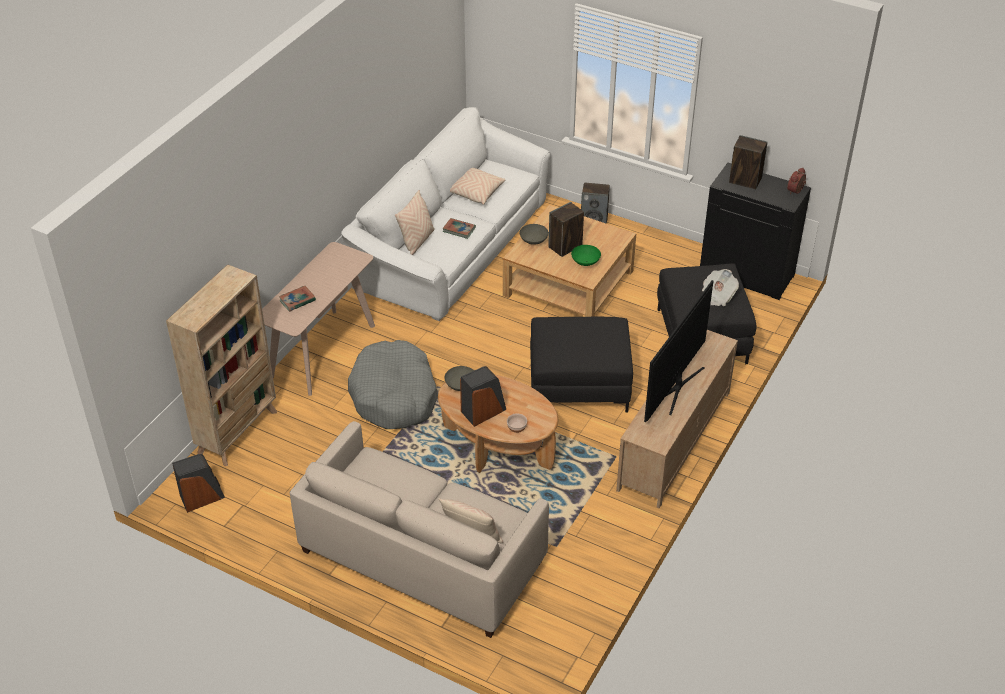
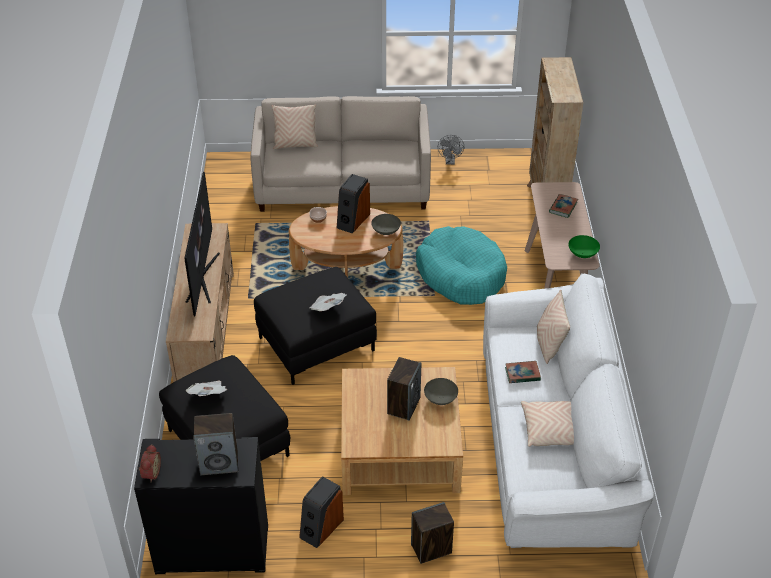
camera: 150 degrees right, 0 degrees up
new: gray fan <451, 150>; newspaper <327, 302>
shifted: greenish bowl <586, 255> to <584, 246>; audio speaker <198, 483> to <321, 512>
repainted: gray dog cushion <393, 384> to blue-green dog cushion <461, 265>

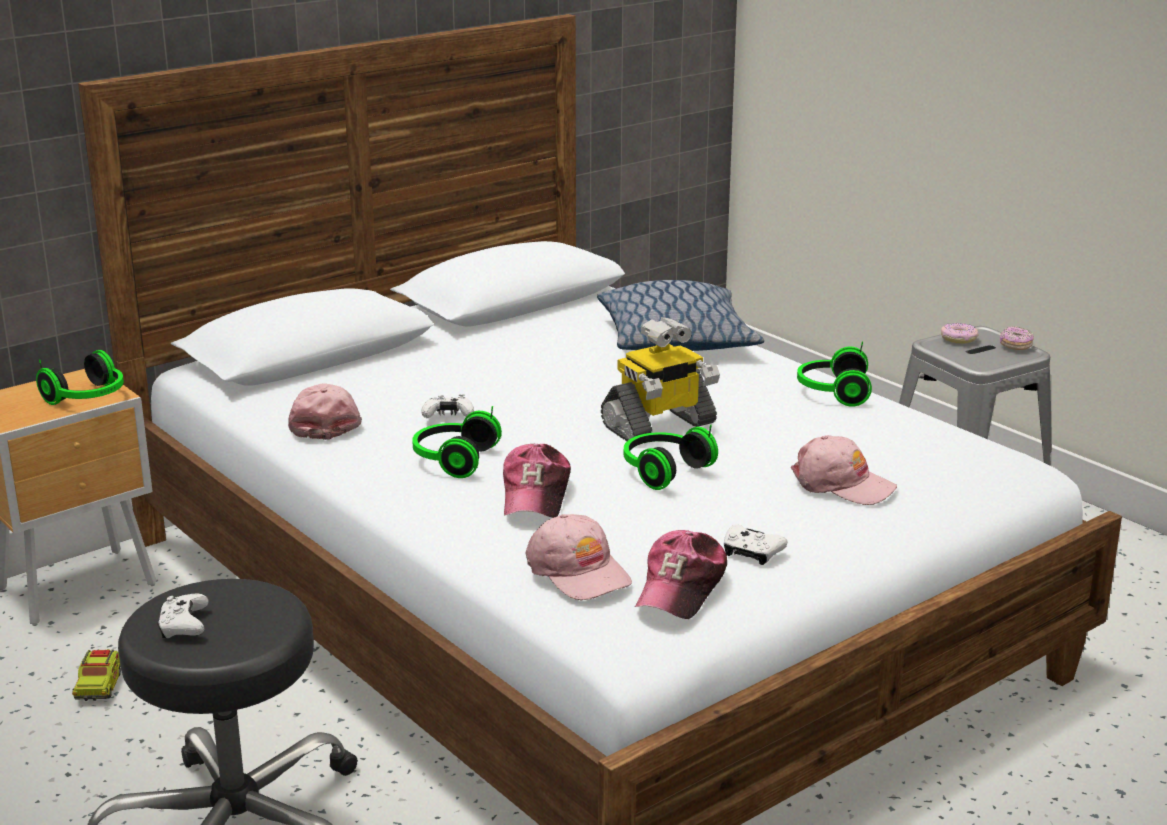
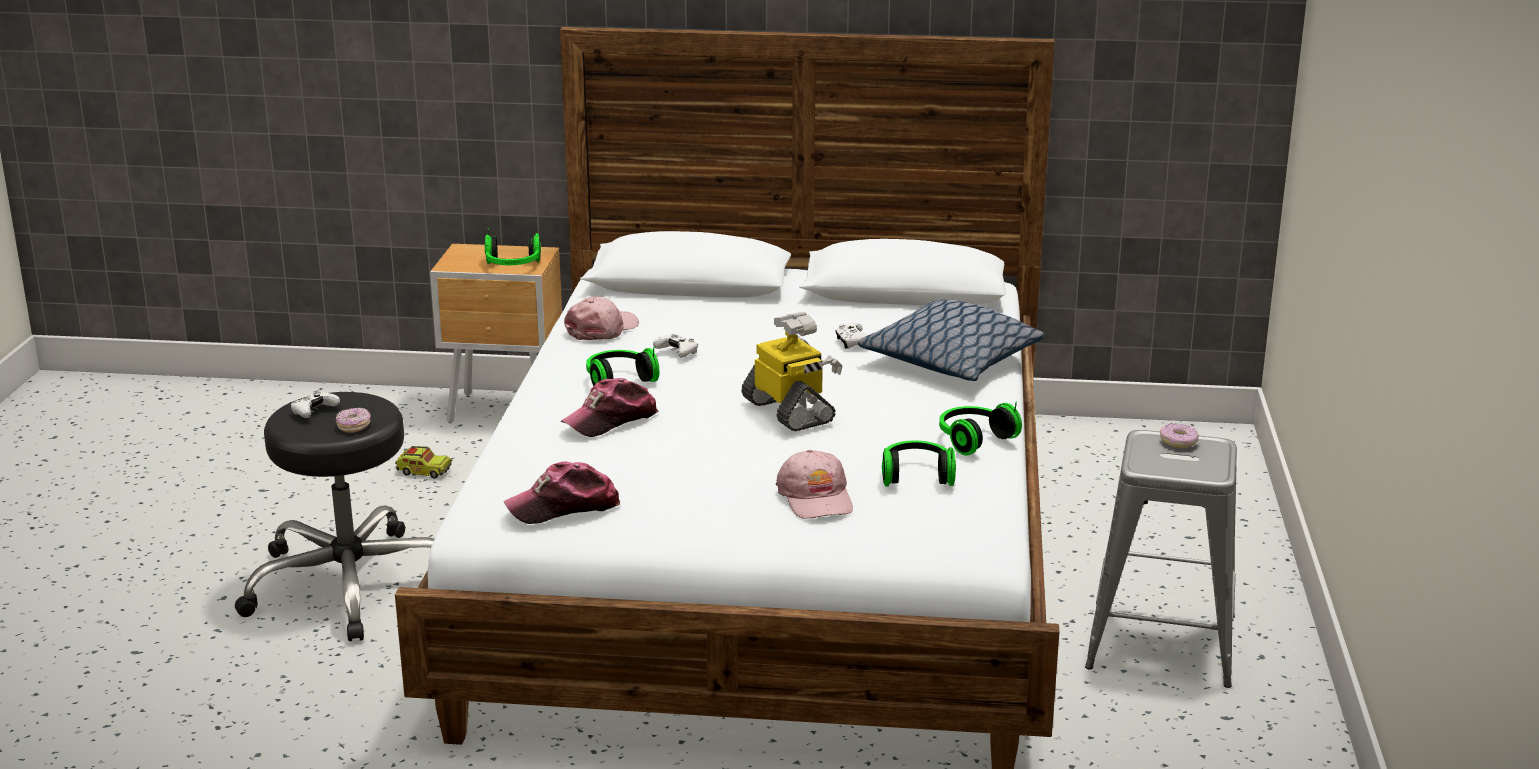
camera: 45 degrees right, 0 degrees up
gone: pink peaked cap <578, 557>
shifted: doughnut <1017, 338> to <353, 420>; headset <671, 457> to <919, 463>; whitish joypad <755, 545> to <851, 336>
rotated: toy robot <660, 379> = <791, 371> 135 degrees counterclockwise; toy lorry <96, 675> = <424, 462> 120 degrees counterclockwise

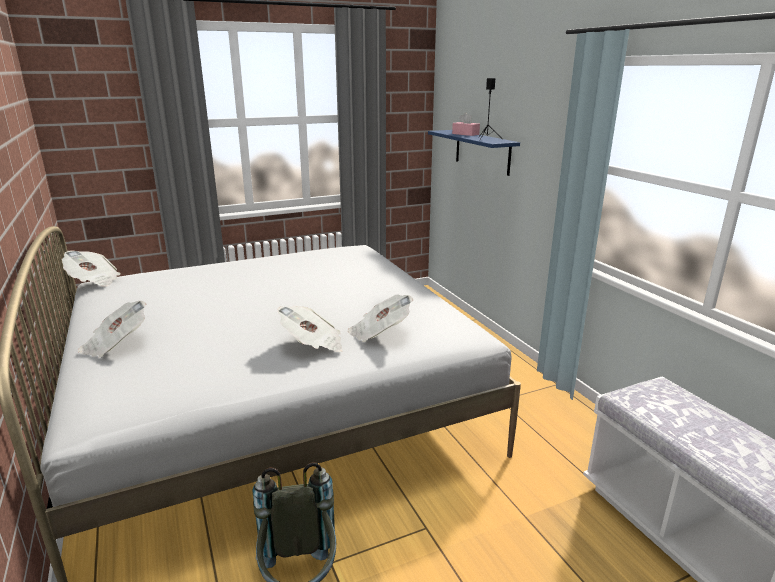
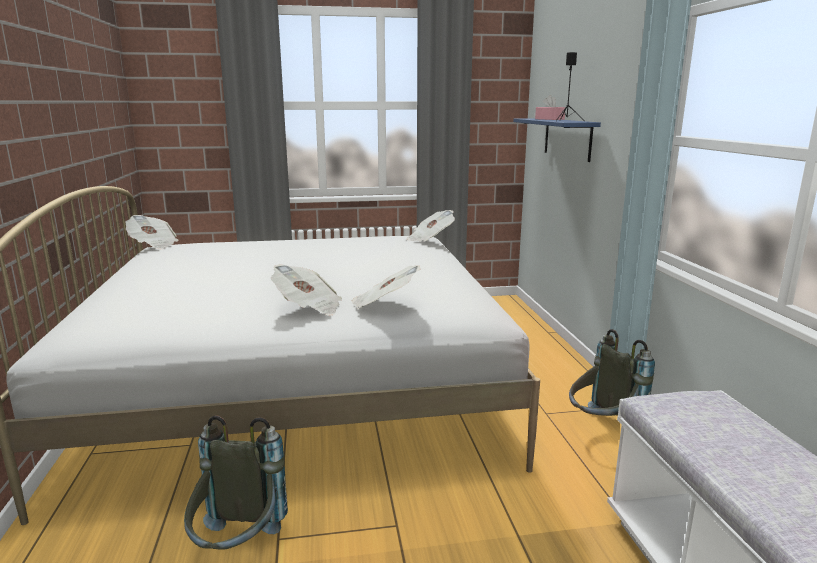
camera: 15 degrees right, 5 degrees down
new: gray backpack <612, 372>
shifted: newspaper <112, 329> to <431, 225>

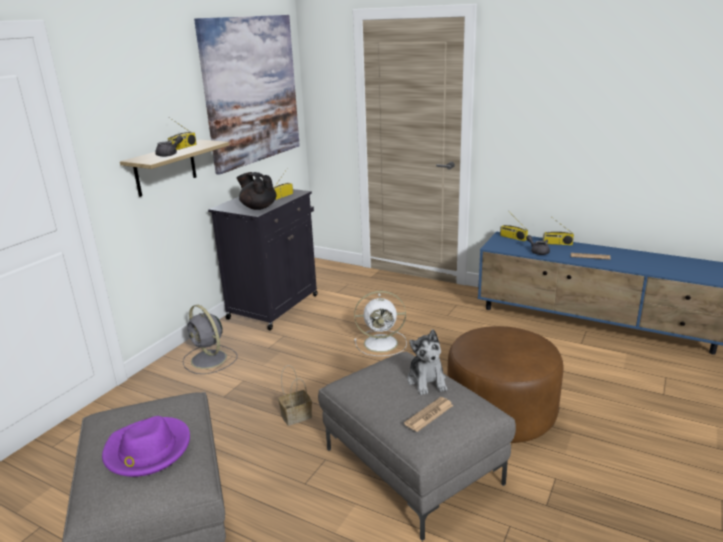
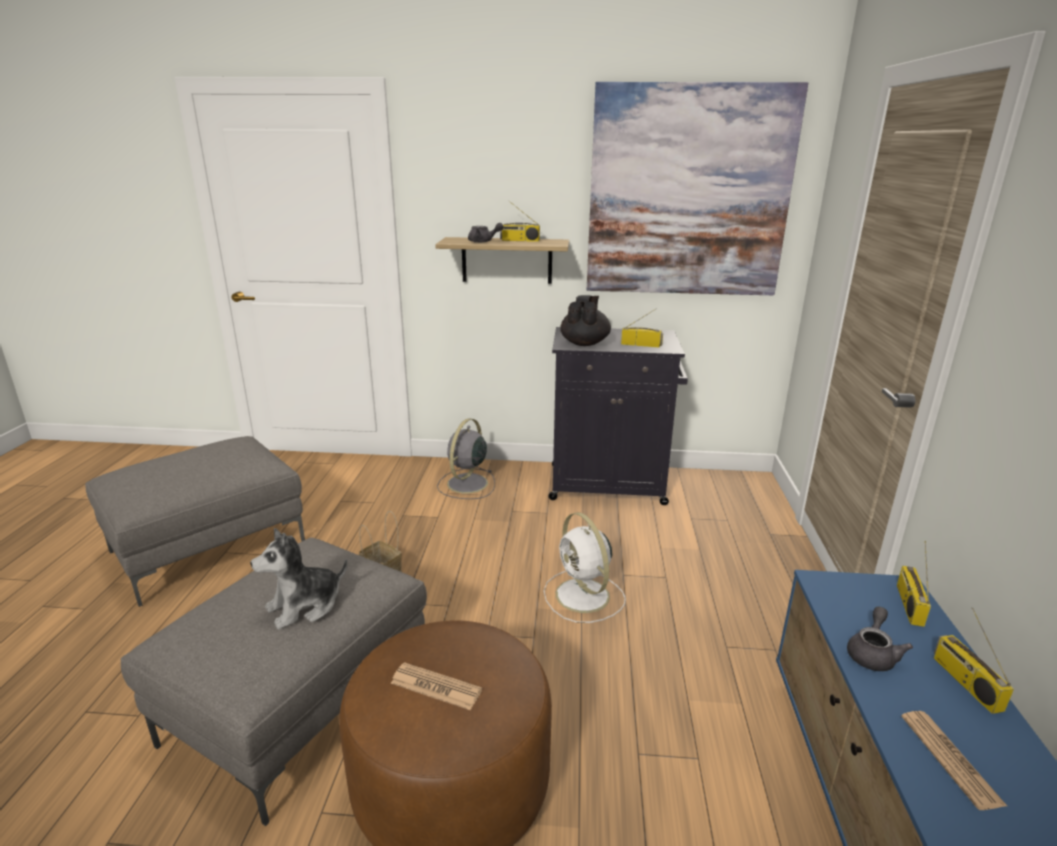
camera: 65 degrees right, 0 degrees up
gone: purplish clothing hat <146, 446>
shifted: newspaper <428, 414> to <436, 686>

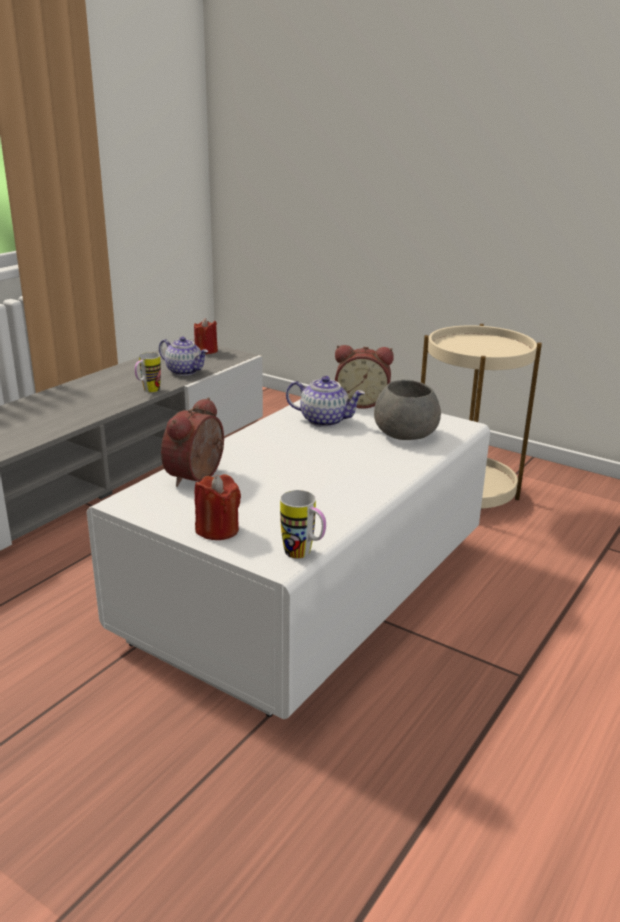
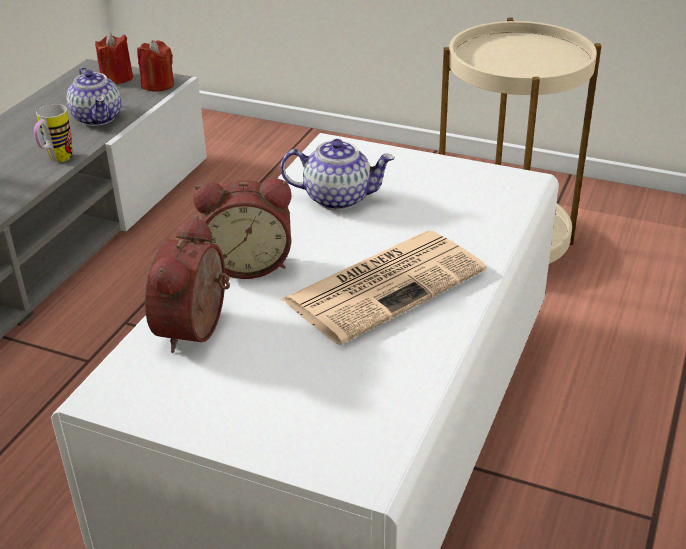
camera: 10 degrees left, 10 degrees up
gone: gray bowl <407, 410>; coffee mug <303, 524>
new: newspaper <383, 288>
shifted: table clock <364, 377> to <242, 229>; red-coloured candle <218, 507> to <155, 66>
rotated: tea pot <183, 356> = <94, 96> 45 degrees clockwise

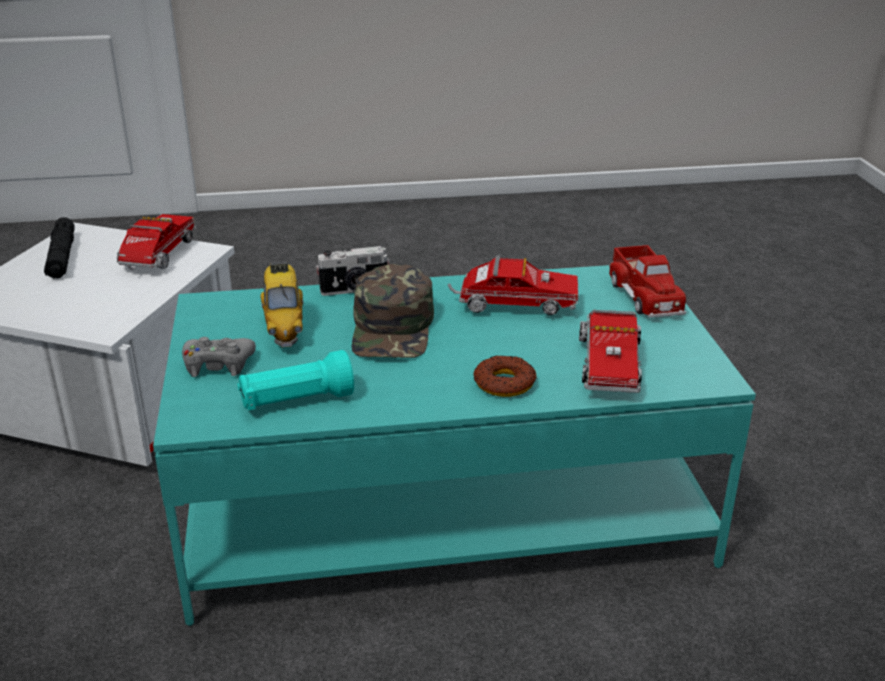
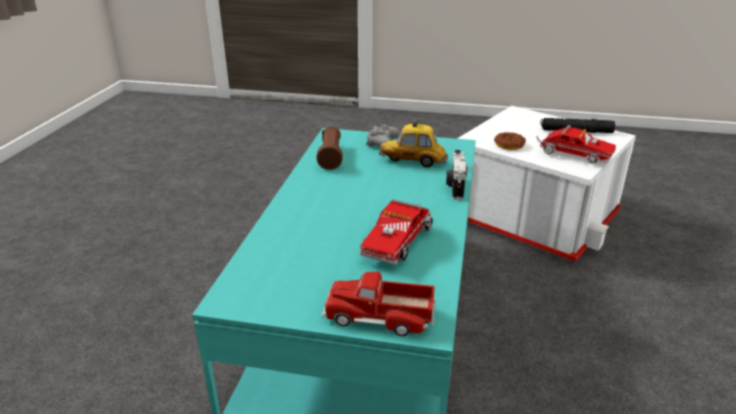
camera: 110 degrees right, 0 degrees up
gone: greenish peaked cap <393, 311>; toy lorry <610, 351>
shifted: doughnut <505, 376> to <510, 141>
repainted: blue-green flashlight <295, 380> to brownish flashlight <329, 148>

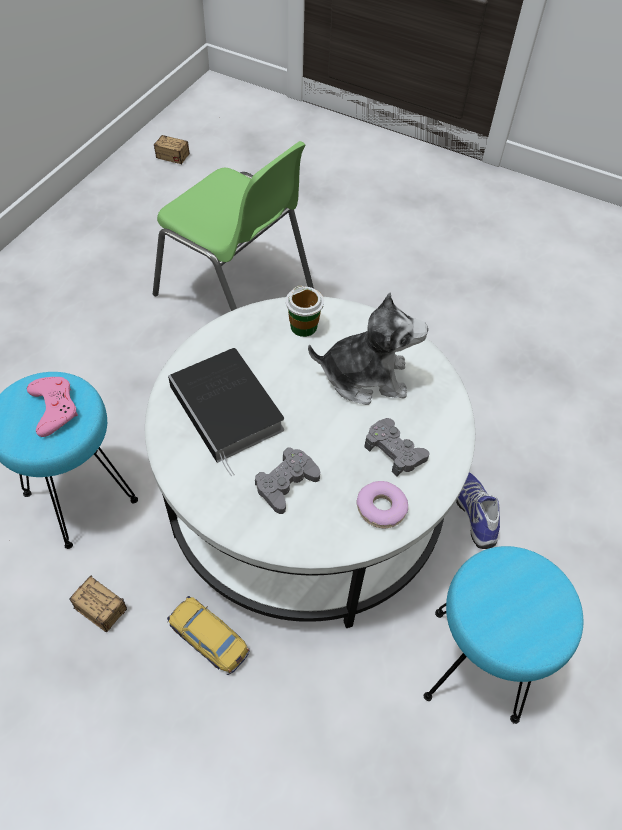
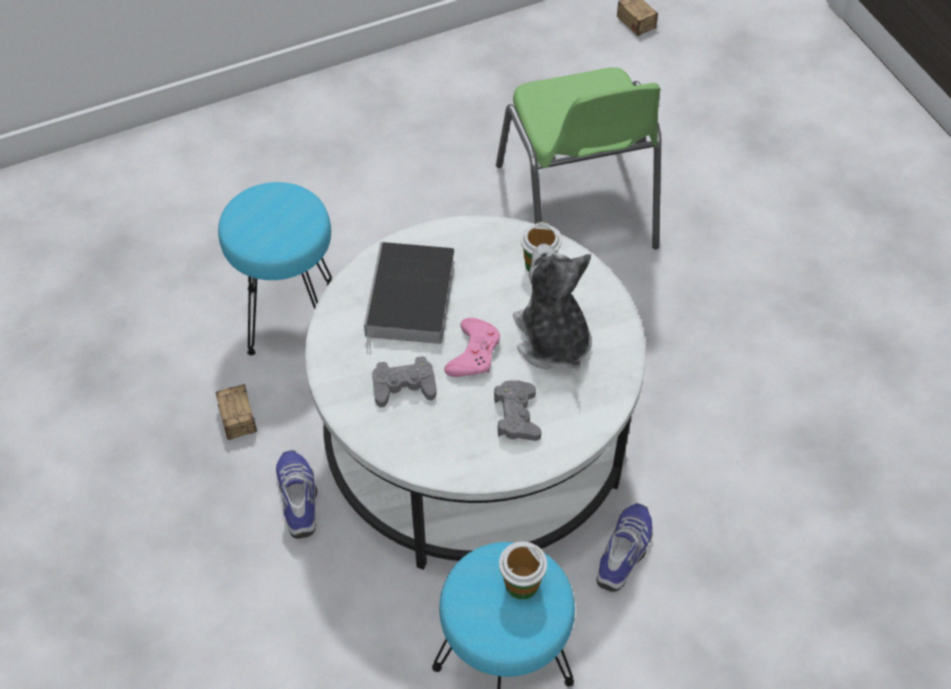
camera: 40 degrees right, 0 degrees up
gone: doughnut <382, 504>
new: cup <523, 570>
shifted: pink joypad <52, 407> to <472, 347>
swapped: model car <208, 635> to item of footwear <296, 494>
rotated: plush toy <368, 349> = <552, 307> 150 degrees counterclockwise

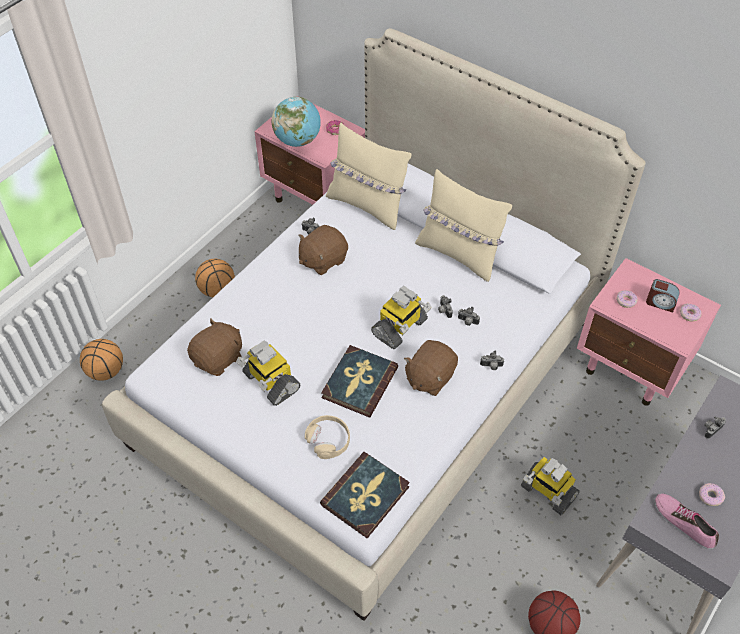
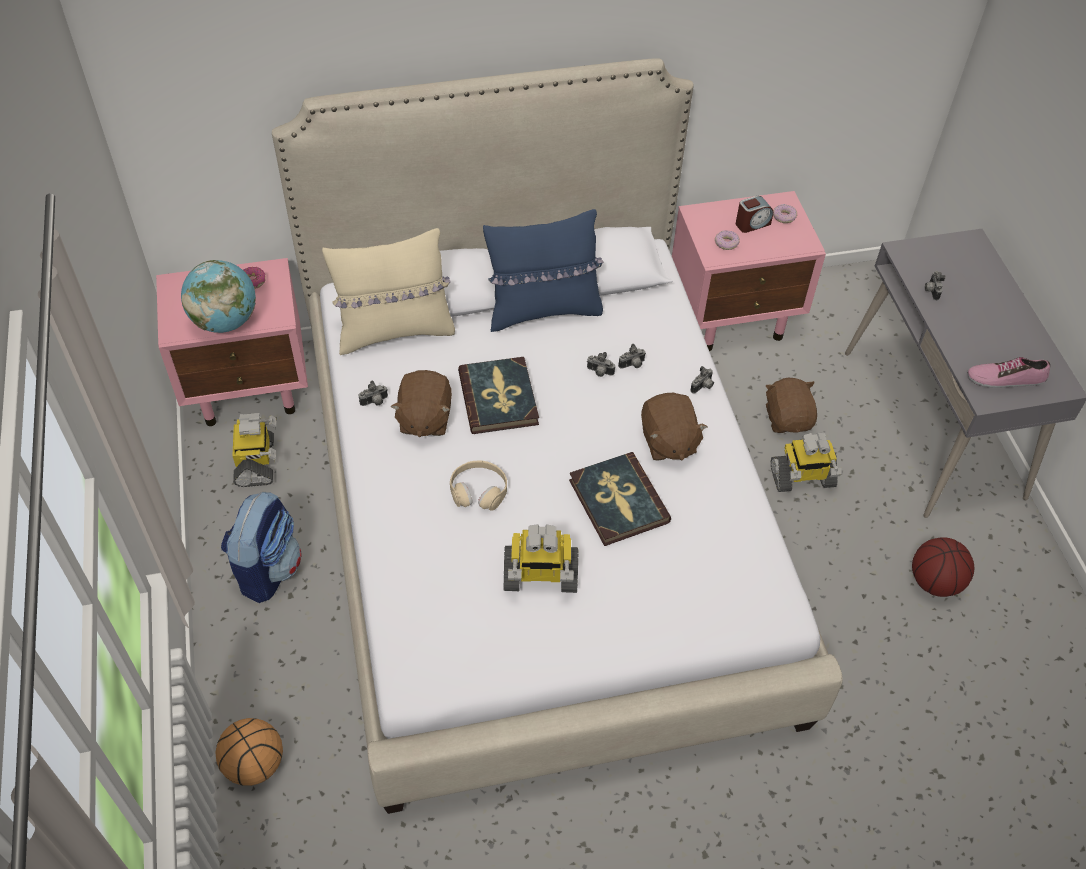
camera: 50 degrees left, 0 degrees up
gone: doughnut <712, 494>
shifted: toy robot <401, 317> to <254, 450>; brownish plush toy <214, 347> to <791, 405>; beige-coloured headset <327, 437> to <478, 486>; book <365, 495> to <498, 395>
swapped: basketball ball <215, 278> to backpack <261, 547>
repainted: beige-coloured throw pillow <463, 225> to blue-coloured throw pillow <543, 270>

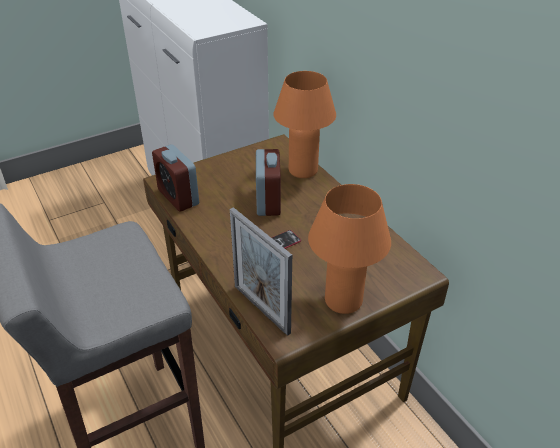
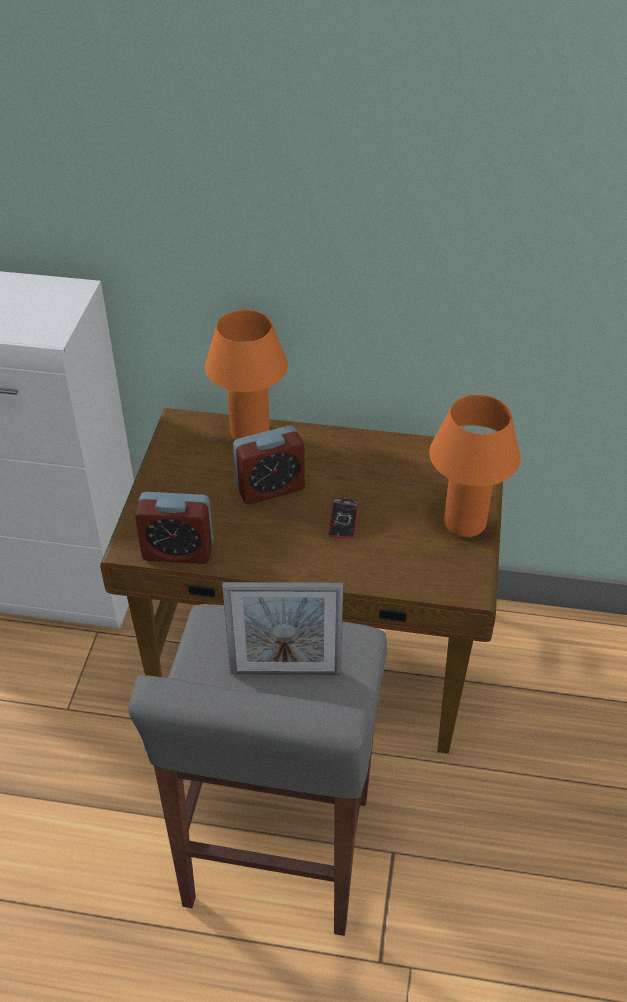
camera: 50 degrees left, 5 degrees up
shifted: picture frame <261, 271> to <282, 628>
rotated: table clock <268, 182> = <269, 464> 120 degrees clockwise

